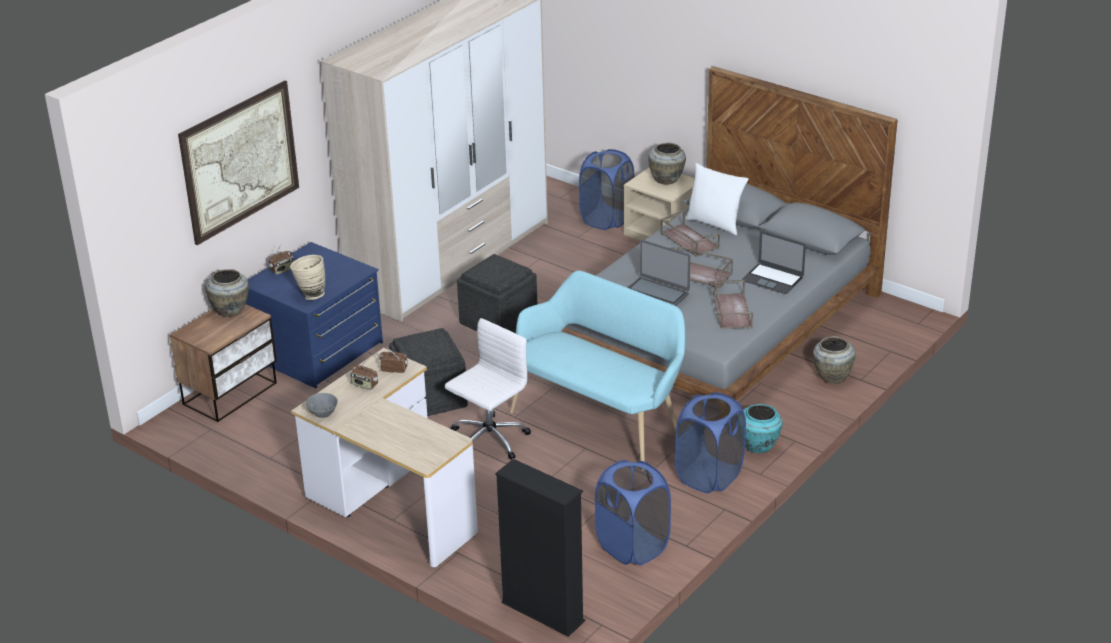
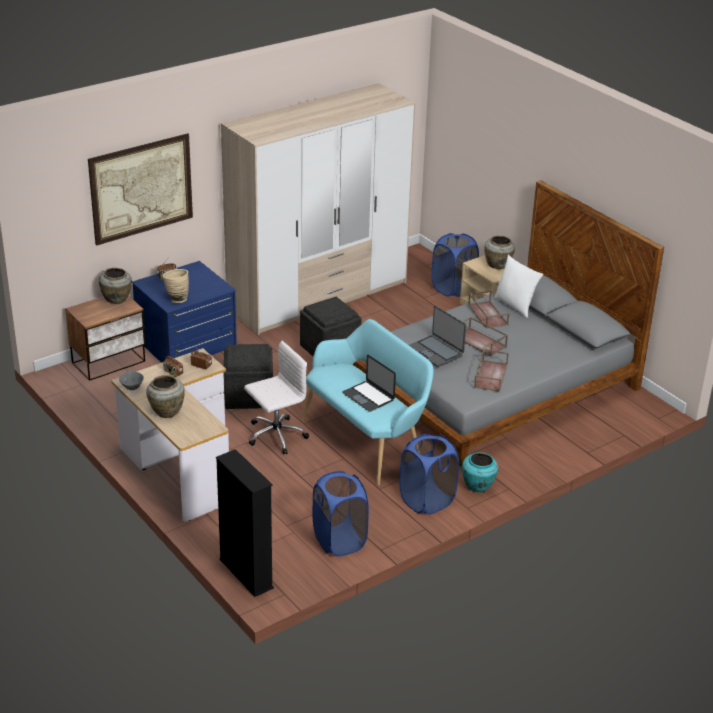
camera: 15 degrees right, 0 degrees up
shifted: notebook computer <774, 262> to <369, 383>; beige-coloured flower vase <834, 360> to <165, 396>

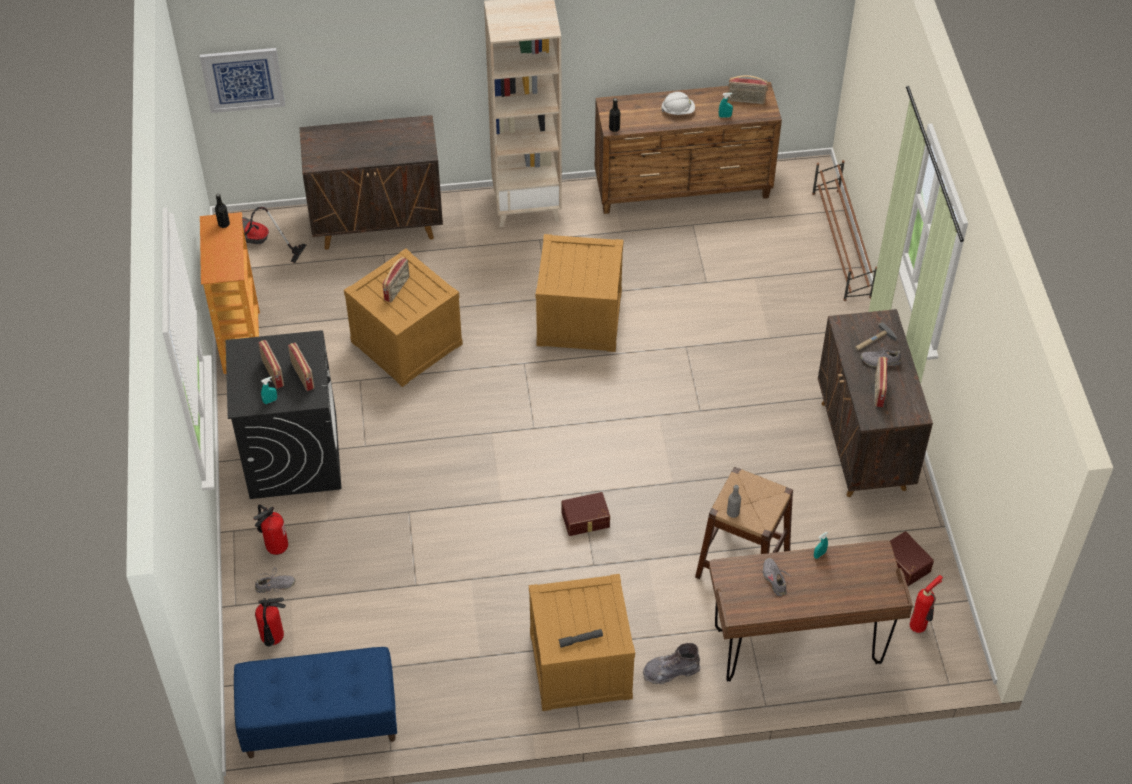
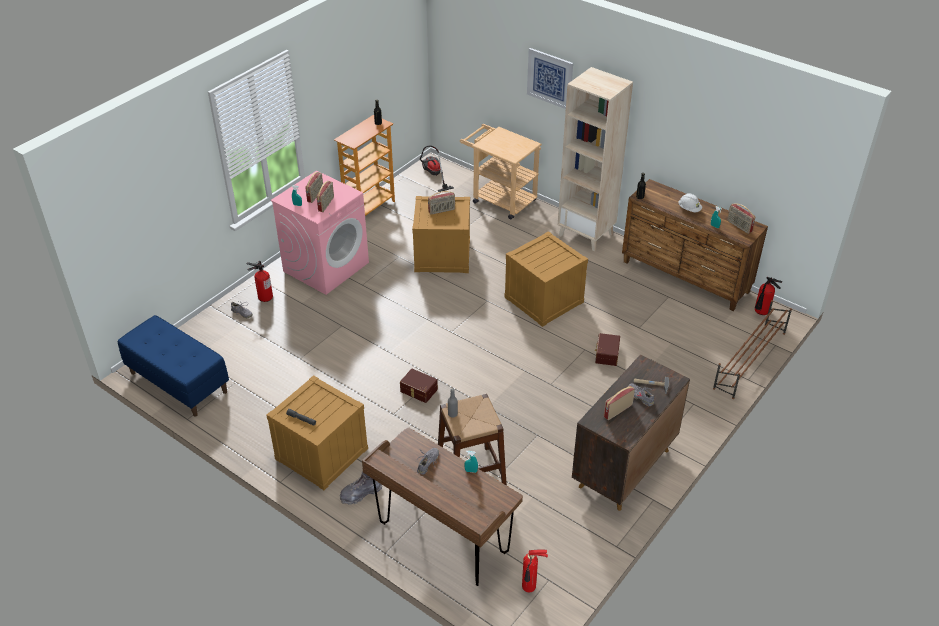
camera: 45 degrees right, 10 degrees down
shifted: wall art <242, 80> to <550, 78>; brownish storage container <912, 558> to <607, 349>; fire-fighting cylinder <270, 621> to <768, 296>
swapped: brownish cabinet <371, 182> to beige-coloured wheeled cart <501, 172>
repainted: black-coloured laundry machine <283, 414> to pink laundry machine <320, 232>
rotated: gray tall boot <672, 664> = <361, 488> 60 degrees counterclockwise

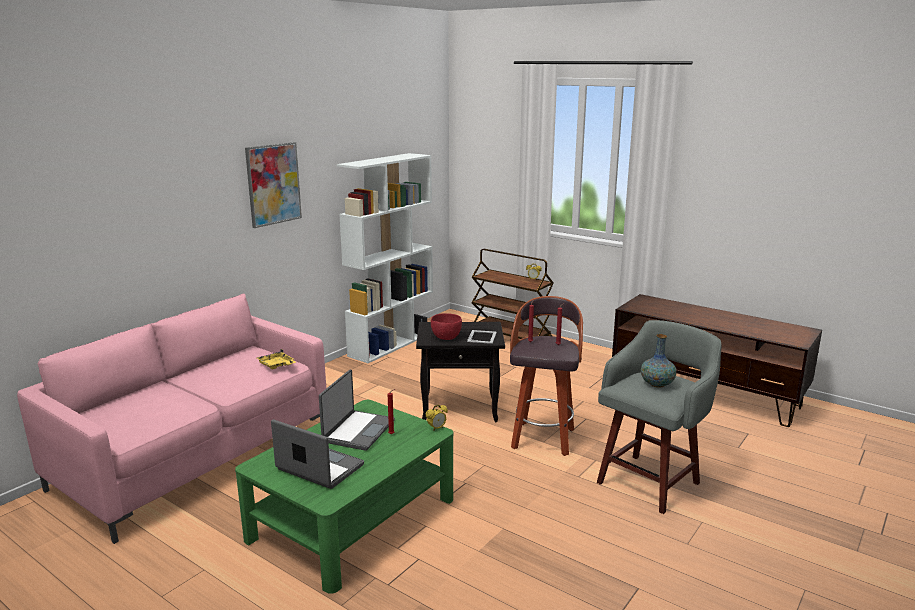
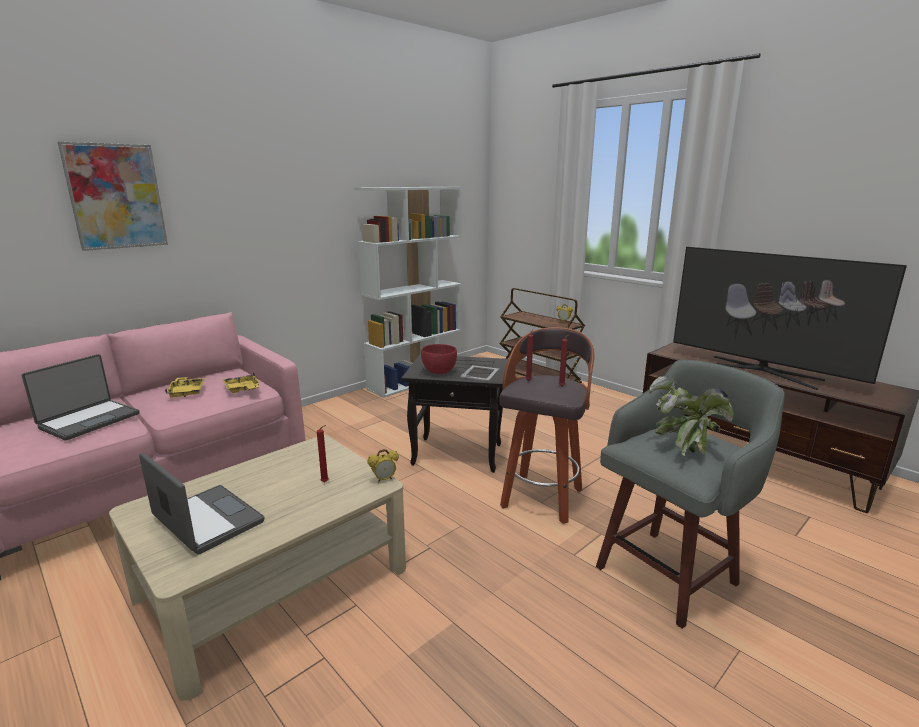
camera: 10 degrees right, 0 degrees up
new: TV <790, 318>; yellowish carrying tray <185, 387>
shifted: wall art <273, 185> to <113, 196>; notebook computer <357, 410> to <80, 397>
swapped: flower vase <658, 361> to potted plant <691, 415>
repainted: greenish coffee table <344, 497> to beige-coloured coffee table <257, 568>

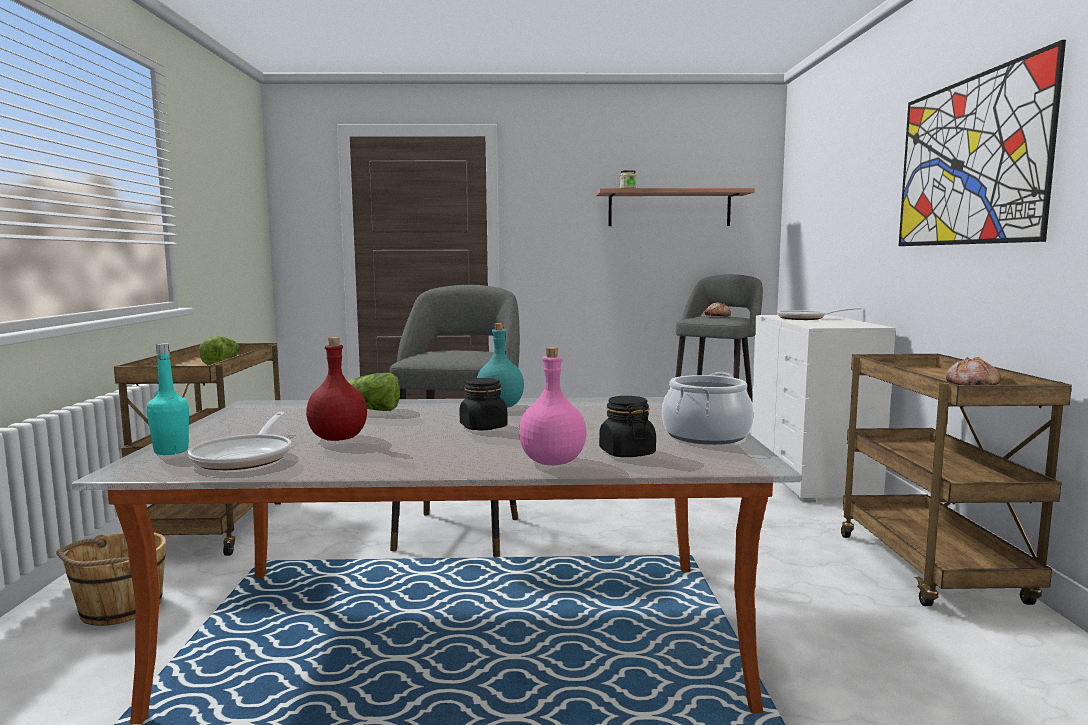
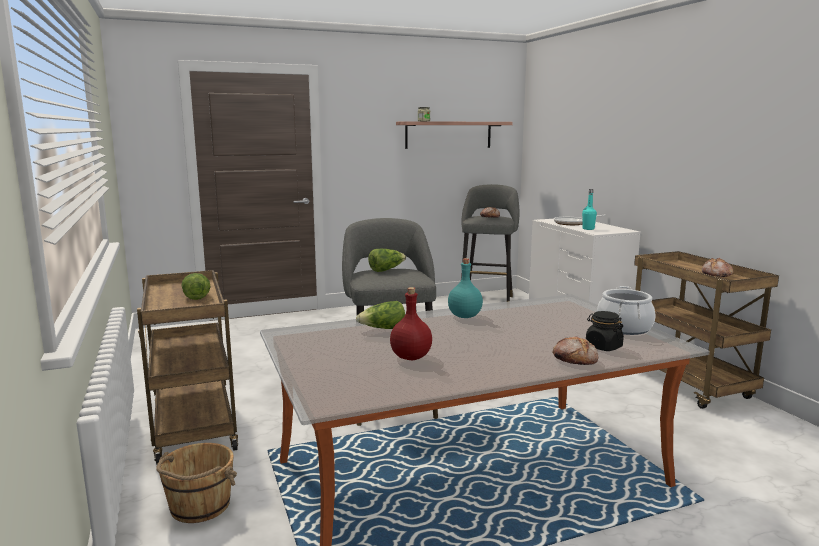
camera: 20 degrees left, 5 degrees up
gone: wall art <982, 143>; black-coloured storage jar <484, 404>; skillet <239, 441>
new: lettuce <387, 260>
shifted: blue-green beverage bottle <167, 399> to <589, 209>
swapped: pink beverage bottle <552, 406> to bakery bread <575, 350>

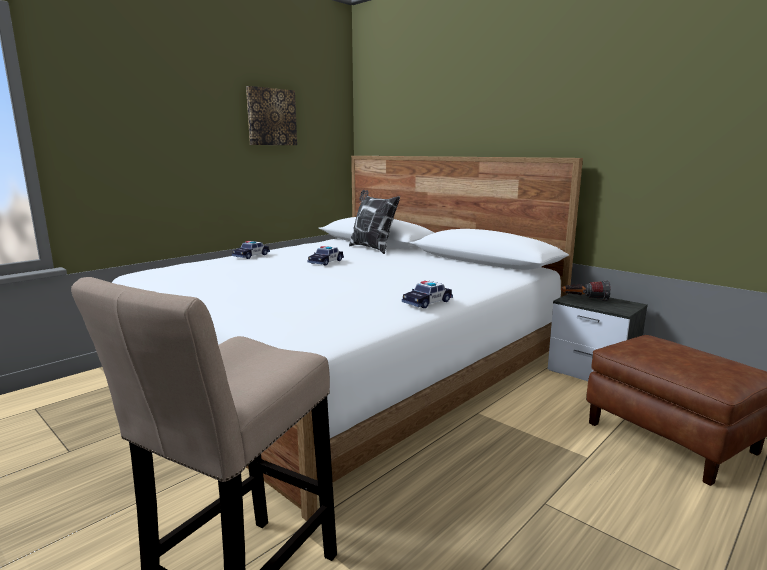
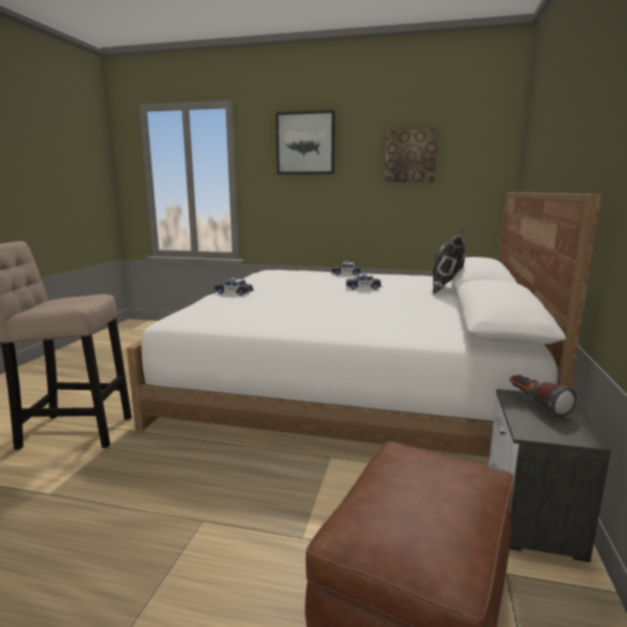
camera: 60 degrees right, 0 degrees up
new: wall art <305, 142>
shifted: model car <427, 294> to <233, 287>

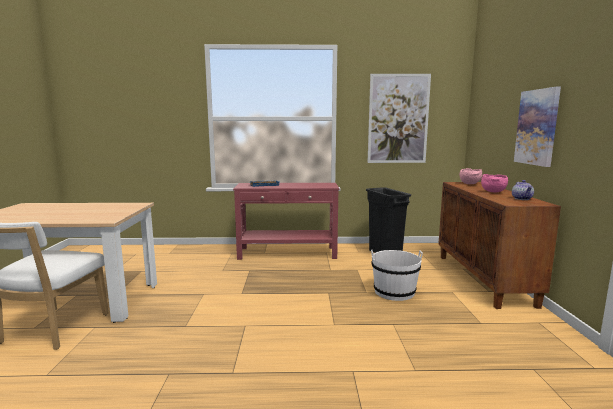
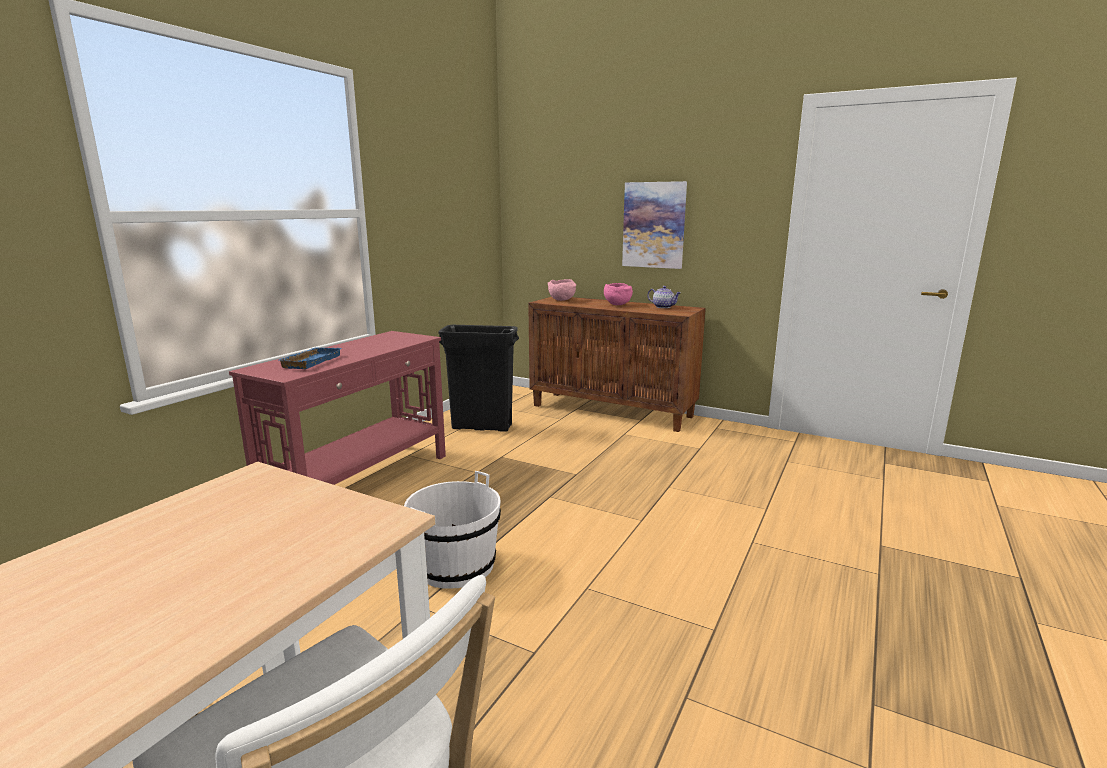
camera: 60 degrees left, 5 degrees up
gone: wall art <399, 118>
shifted: whitish pail <397, 275> to <452, 530>

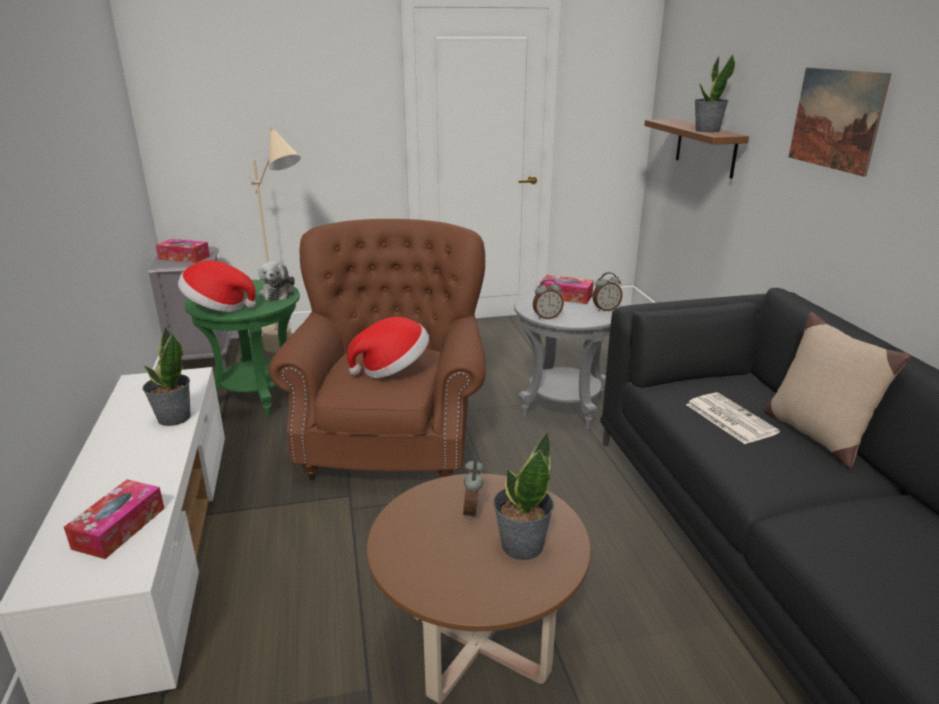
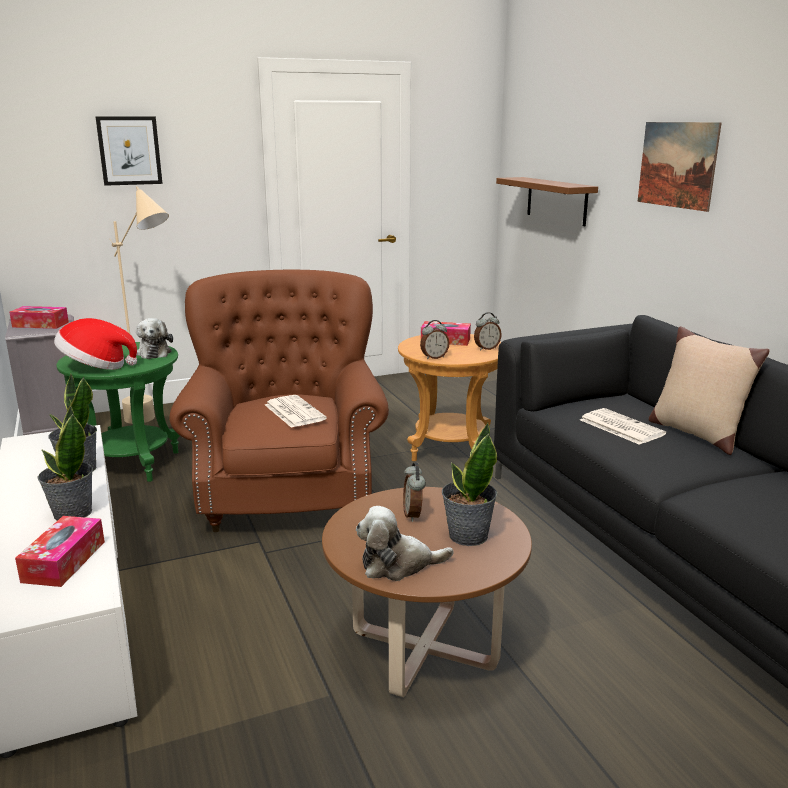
camera: 10 degrees left, 5 degrees down
new: wall art <129, 151>; plush toy <404, 543>
shifted: potted plant <715, 93> to <65, 463>
swapped: clothing hat <388, 347> to newspaper <296, 411>
repainted: gray end table <570, 359> to brownish end table <449, 397>

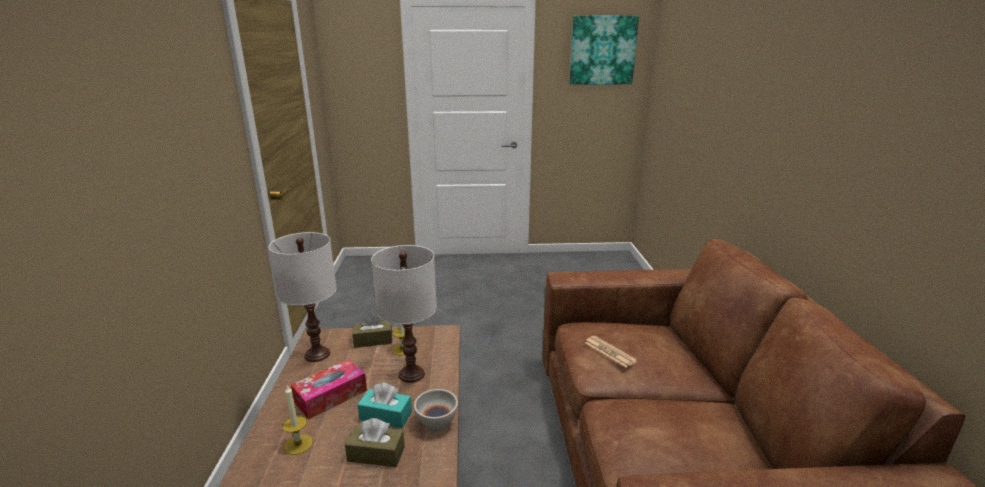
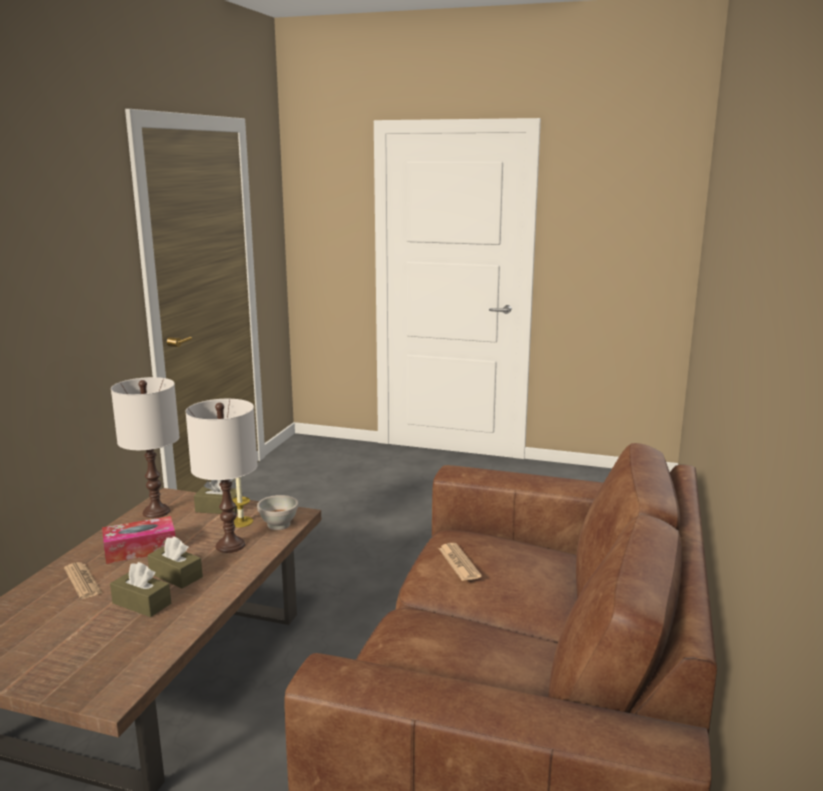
camera: 20 degrees right, 5 degrees down
gone: wall art <604, 50>
shifted: whitish bowl <436, 410> to <277, 512>
swapped: candle <297, 420> to newspaper <83, 580>
repainted: blue-green tissue holder <384, 405> to brownish tissue holder <175, 562>

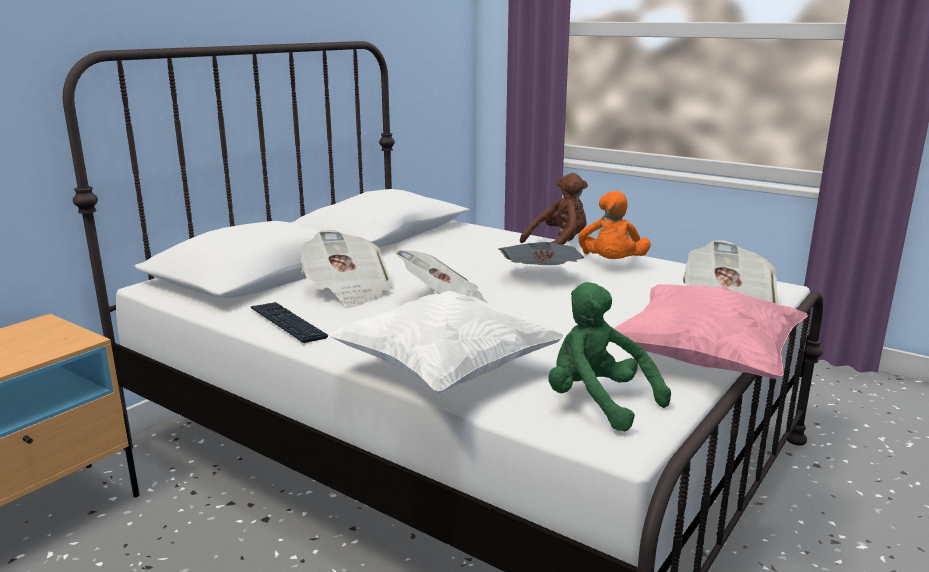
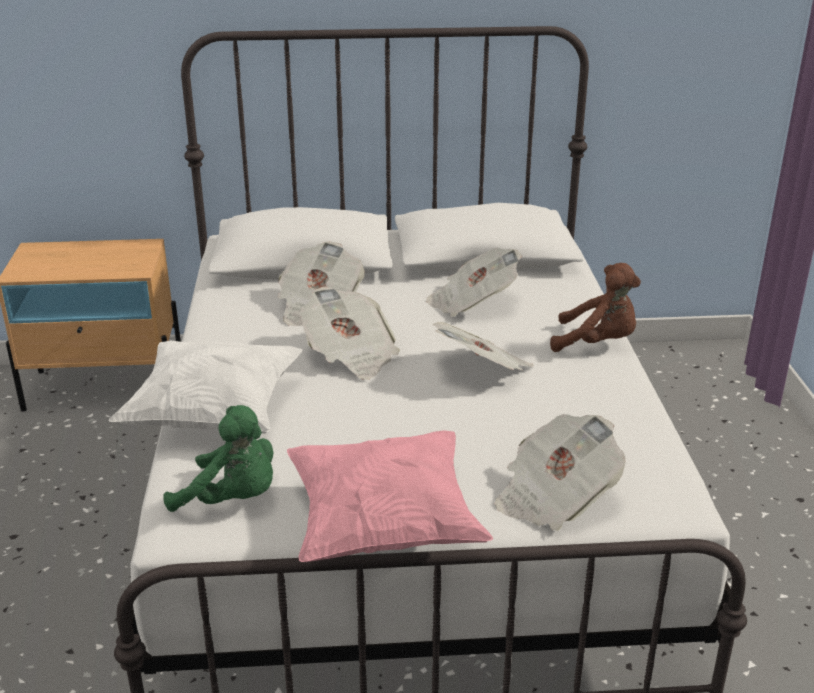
camera: 50 degrees right, 10 degrees up
gone: orangey plush toy <614, 225>; PC keyboard <289, 322>
new: newspaper <474, 282>
rotated: greenish plush toy <609, 357> = <218, 458> 105 degrees clockwise

